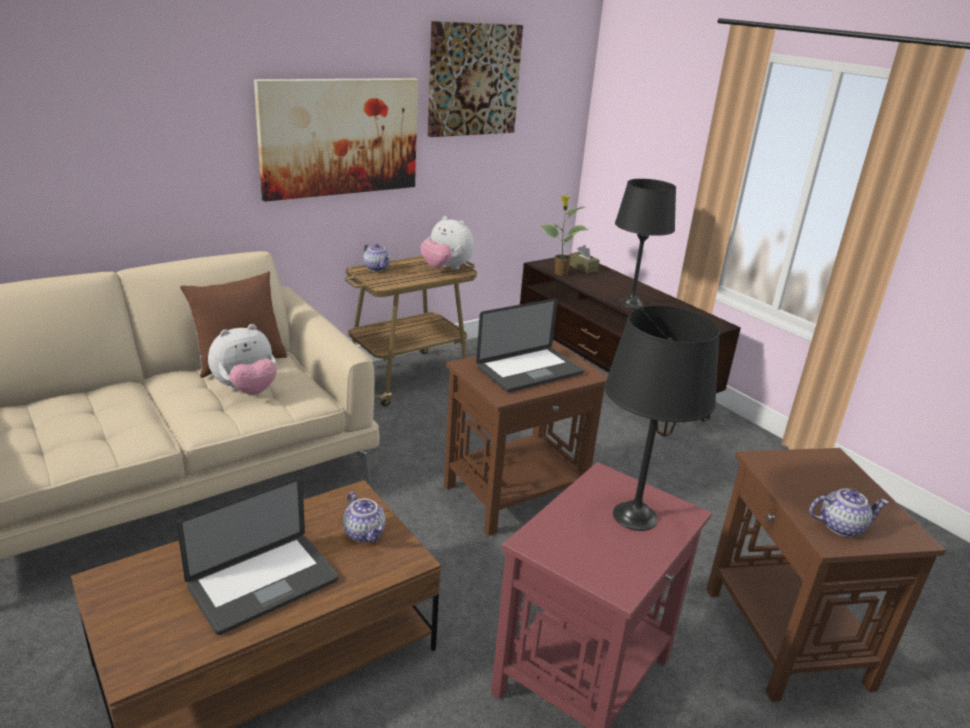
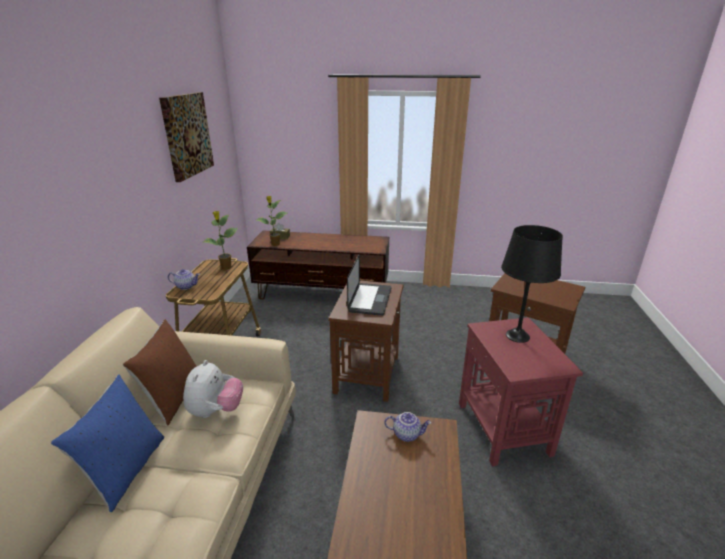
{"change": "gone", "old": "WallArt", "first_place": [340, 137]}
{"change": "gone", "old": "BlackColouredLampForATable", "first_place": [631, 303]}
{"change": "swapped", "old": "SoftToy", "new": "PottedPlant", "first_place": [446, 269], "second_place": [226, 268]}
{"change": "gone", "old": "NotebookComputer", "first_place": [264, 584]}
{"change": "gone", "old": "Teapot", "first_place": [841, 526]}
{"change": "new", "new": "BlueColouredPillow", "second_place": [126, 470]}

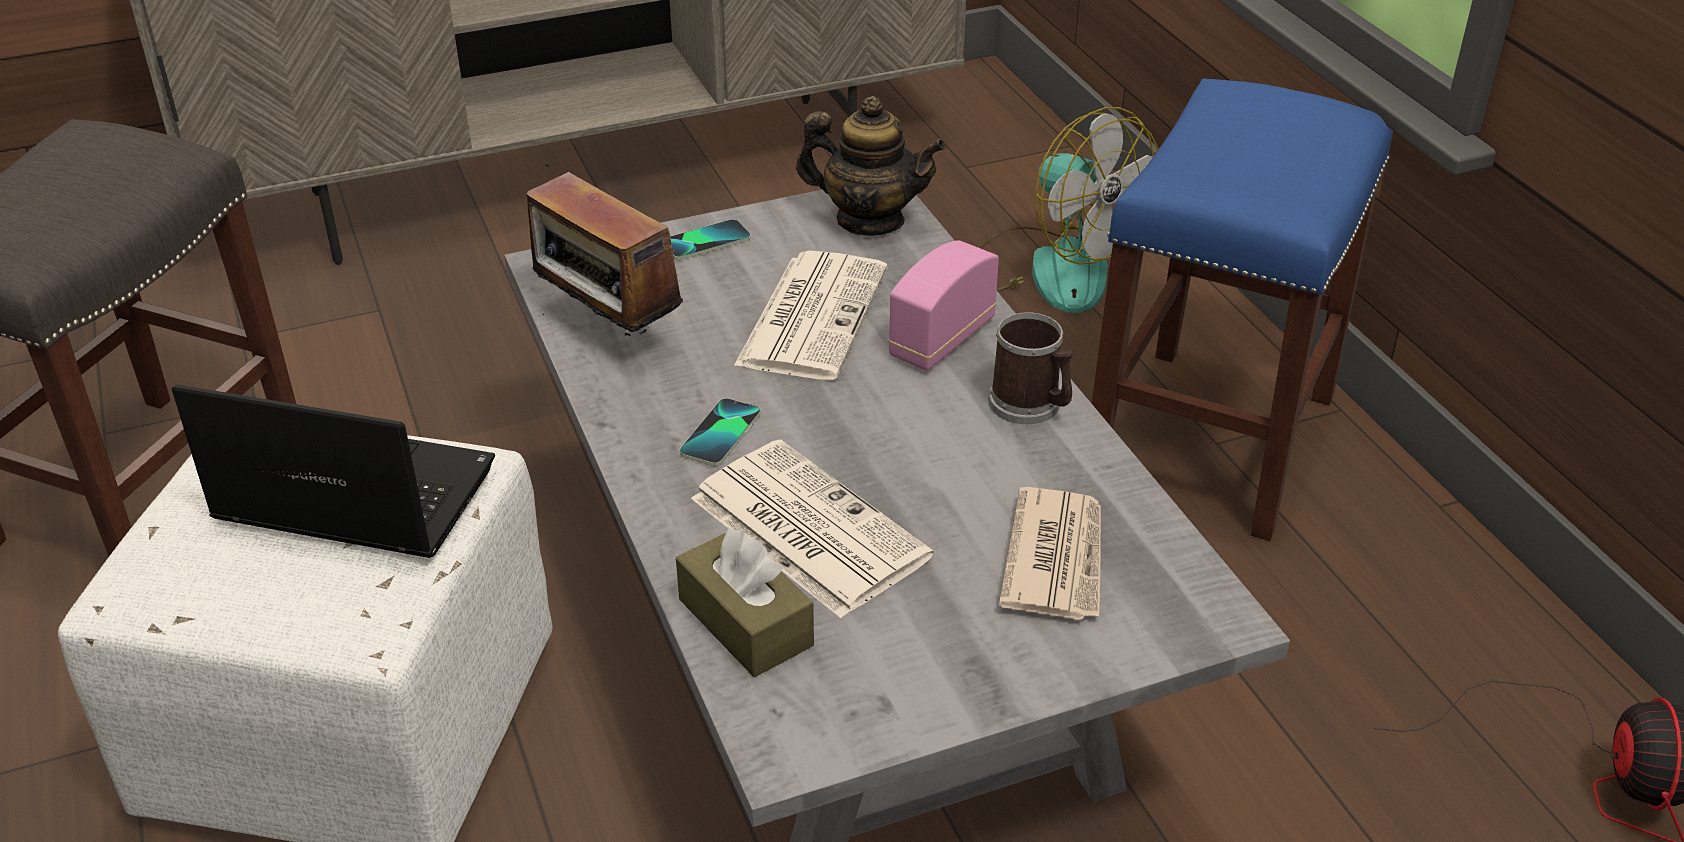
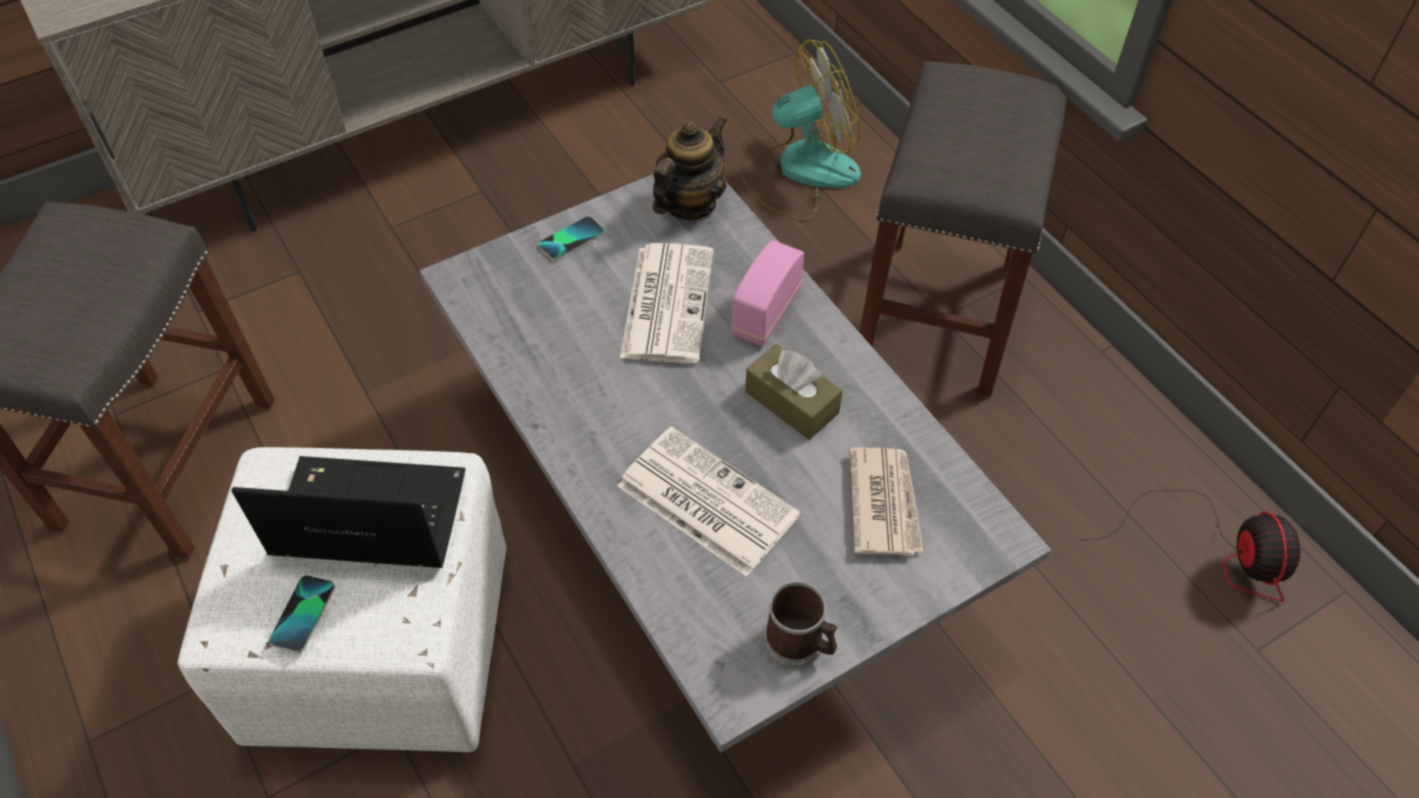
{"change": "repainted", "old": "BlueColouredSittingStool", "new": "GraySittingStool", "first_place": [1210, 437], "second_place": [936, 312]}
{"change": "rotated", "old": "Teapot", "first_place": [869, 220], "second_place": [689, 203], "degrees": -60}
{"change": "rotated", "old": "Fan", "first_place": [1051, 268], "second_place": [800, 172], "degrees": -60}
{"change": "gone", "old": "RadioSet", "first_place": [608, 330]}
{"change": "shifted", "old": "Mug", "first_place": [1031, 405], "second_place": [799, 643]}
{"change": "shifted", "old": "Handset", "first_place": [721, 434], "second_place": [303, 614]}
{"change": "shifted", "old": "BrownTissueHolder", "first_place": [745, 622], "second_place": [791, 402]}

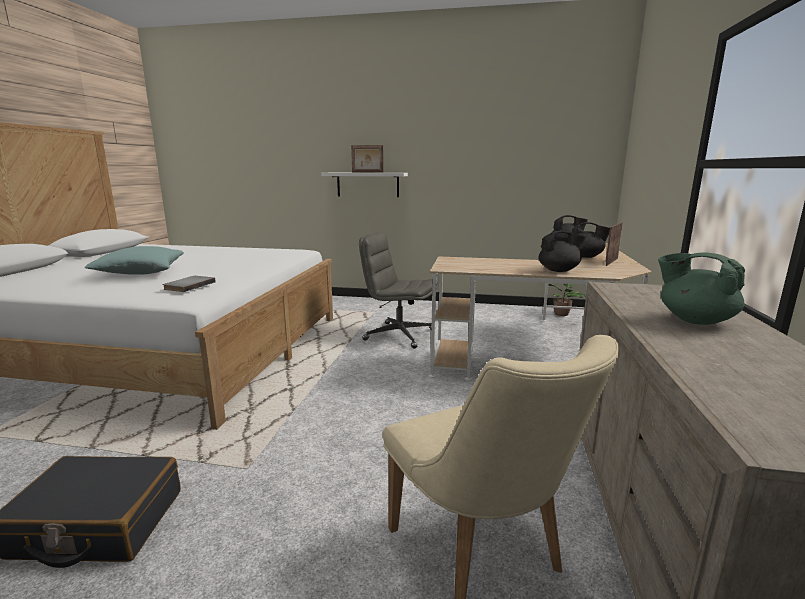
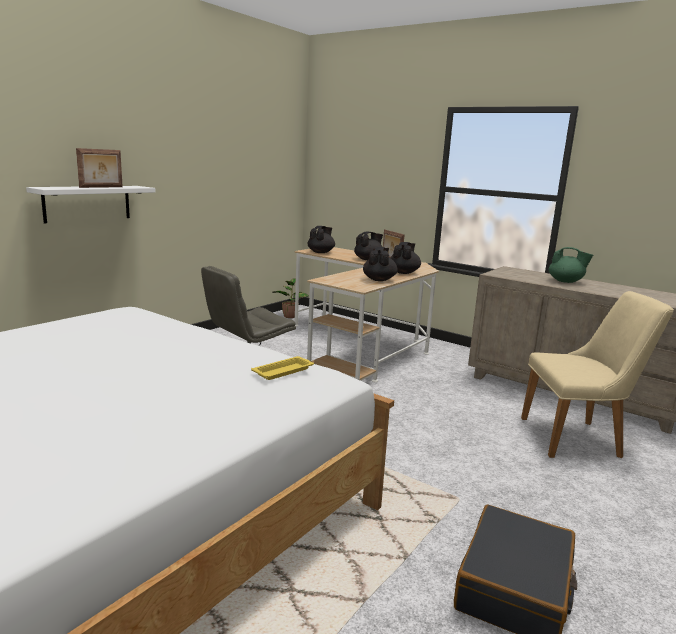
{"change": "gone", "old": "TurquoisePillow", "first_place": [140, 273]}
{"change": "rotated", "old": "GreenColouredTeapot", "first_place": [694, 320], "second_place": [566, 281], "degrees": -135}
{"change": "swapped", "old": "GrayBook", "new": "YellowTray", "first_place": [188, 285], "second_place": [284, 371]}
{"change": "new", "new": "BlackColouredTeapot", "second_place": [379, 279]}

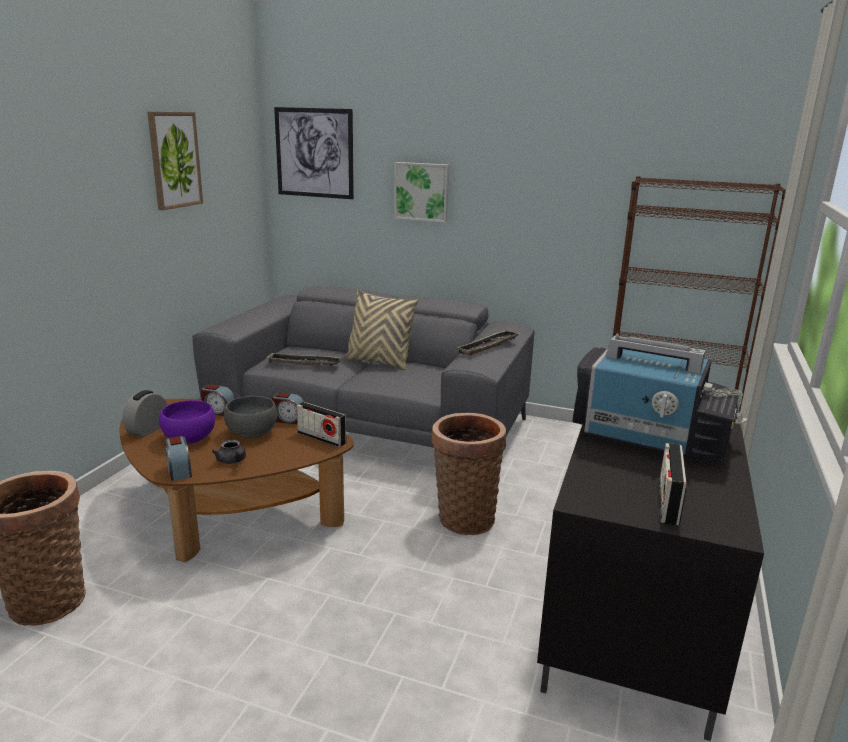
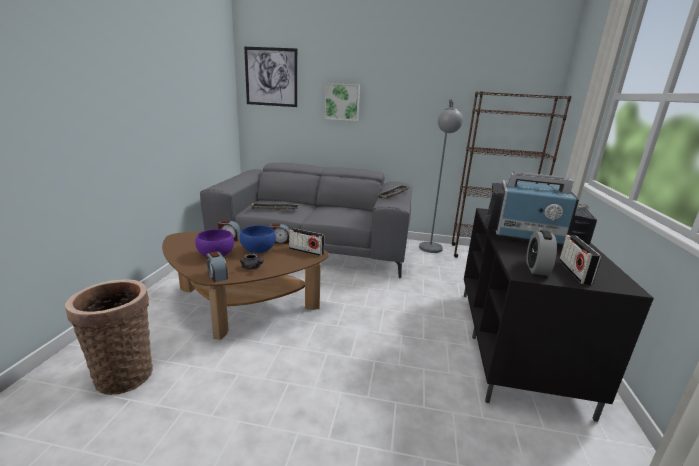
{"change": "gone", "old": "WallArt", "first_place": [174, 160]}
{"change": "gone", "old": "BeigePillow", "first_place": [379, 362]}
{"change": "shifted", "old": "BedsideClock", "first_place": [147, 430], "second_place": [536, 269]}
{"change": "repainted", "old": "GrayBowl", "new": "BlueColouredBowl", "first_place": [251, 432], "second_place": [258, 250]}
{"change": "gone", "old": "Basket", "first_place": [464, 517]}
{"change": "new", "new": "GrayStandardLamp", "second_place": [431, 251]}

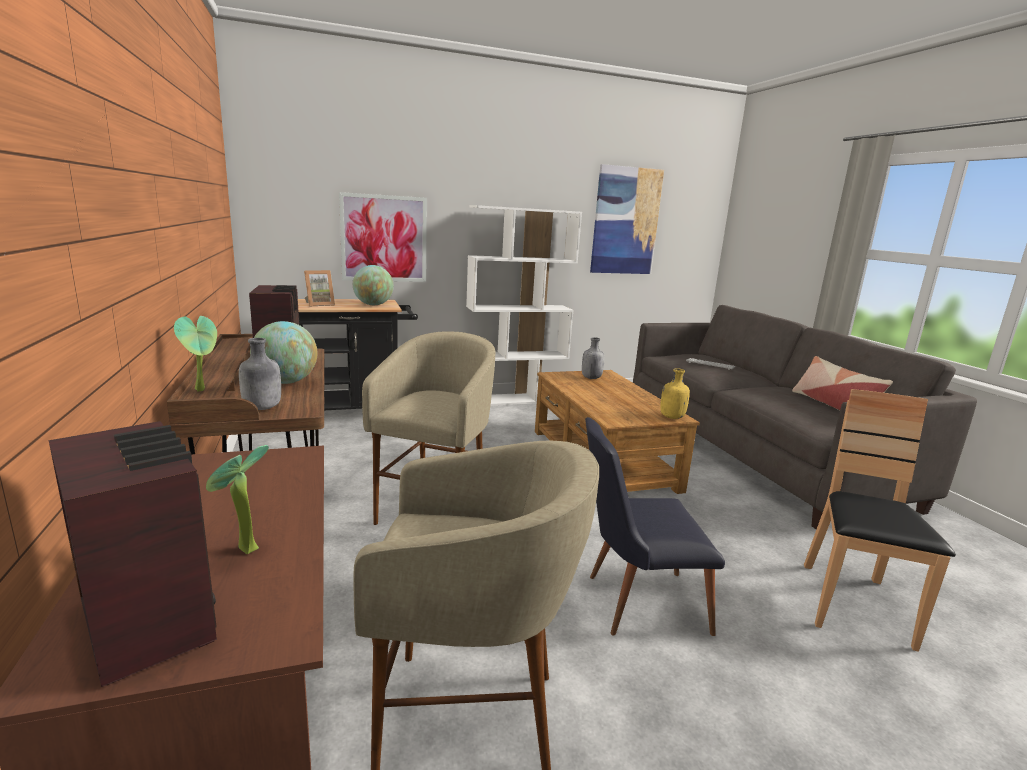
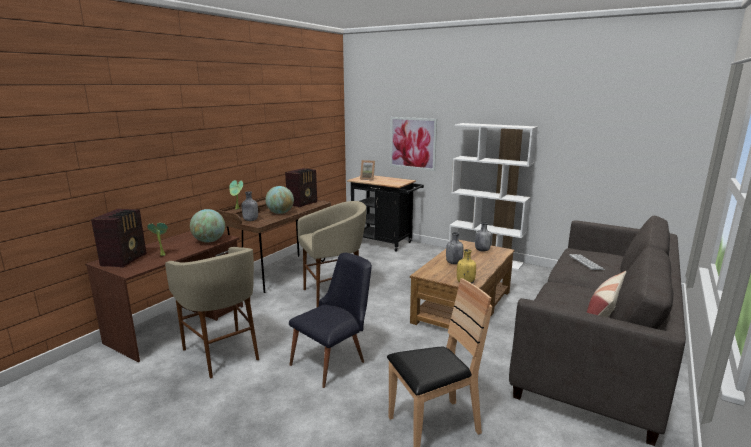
{"change": "gone", "old": "WallArt", "first_place": [625, 221]}
{"change": "shifted", "old": "Globe", "first_place": [373, 305], "second_place": [209, 241]}
{"change": "rotated", "old": "BlackColouredPlainChair", "first_place": [634, 601], "second_place": [334, 361], "degrees": 90}
{"change": "new", "new": "GrayDrinkBottle", "second_place": [453, 263]}

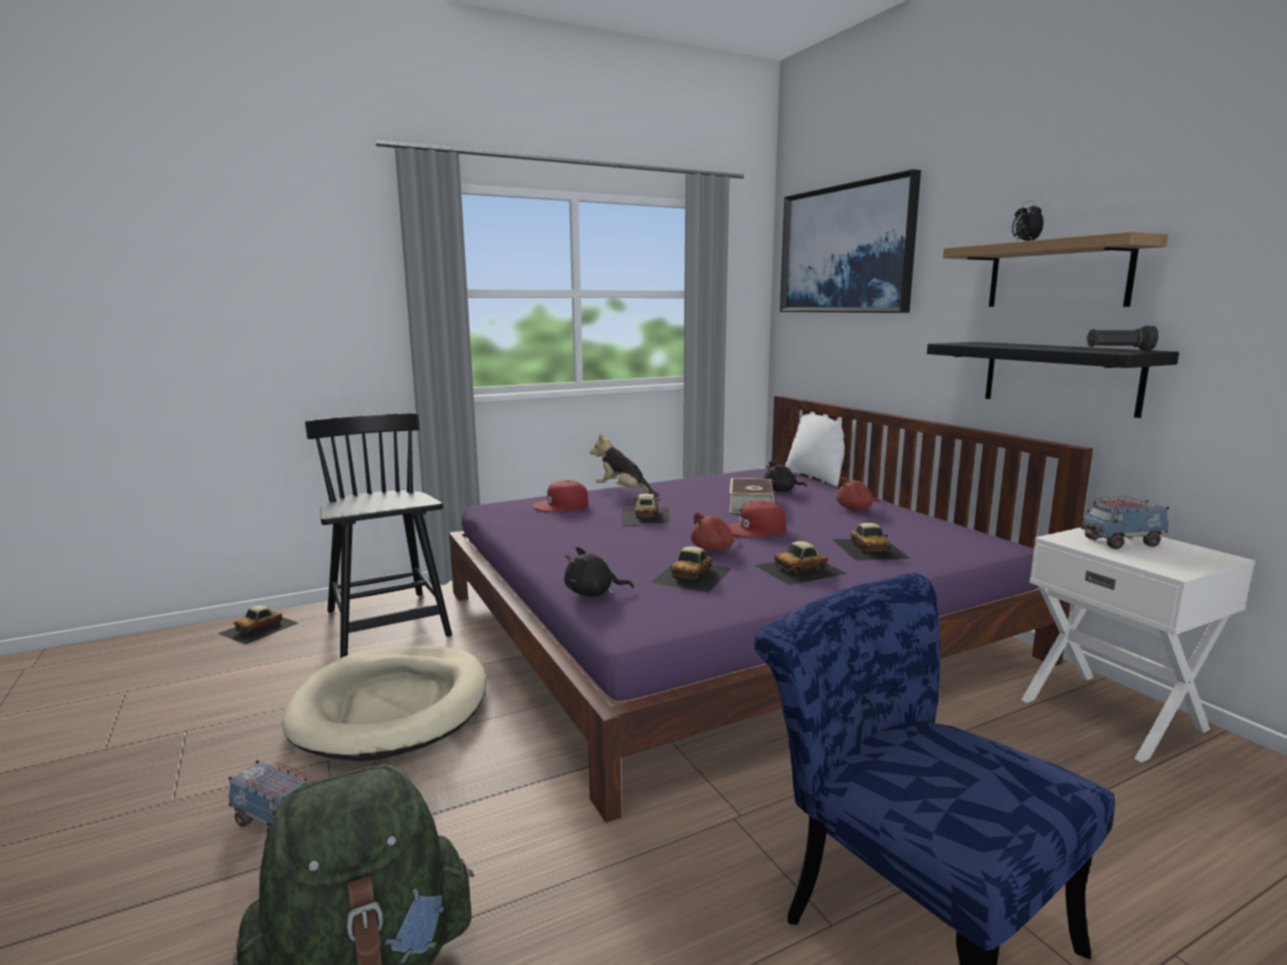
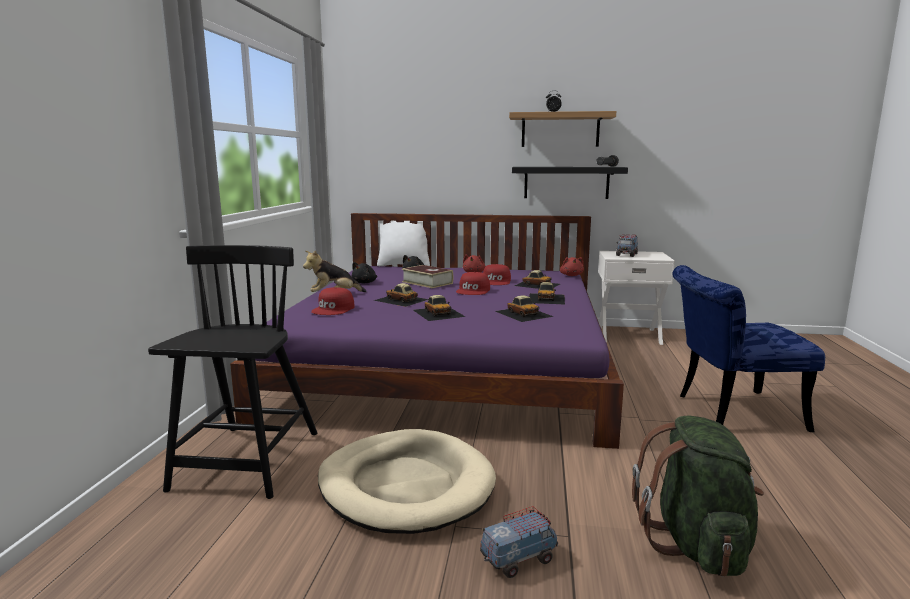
{"change": "gone", "old": "WallArt", "first_place": [845, 249]}
{"change": "rotated", "old": "BlackColouredPlainChair", "first_place": [387, 625], "second_place": [247, 462], "degrees": 90}
{"change": "shifted", "old": "ReddishSoftToy", "first_place": [714, 549], "second_place": [571, 275]}
{"change": "shifted", "old": "BlackColouredSoftToy", "first_place": [593, 593], "second_place": [365, 282]}
{"change": "shifted", "old": "MiniatureCar", "first_place": [259, 628], "second_place": [438, 313]}
{"change": "new", "new": "ReddishBaseballCap", "second_place": [496, 281]}

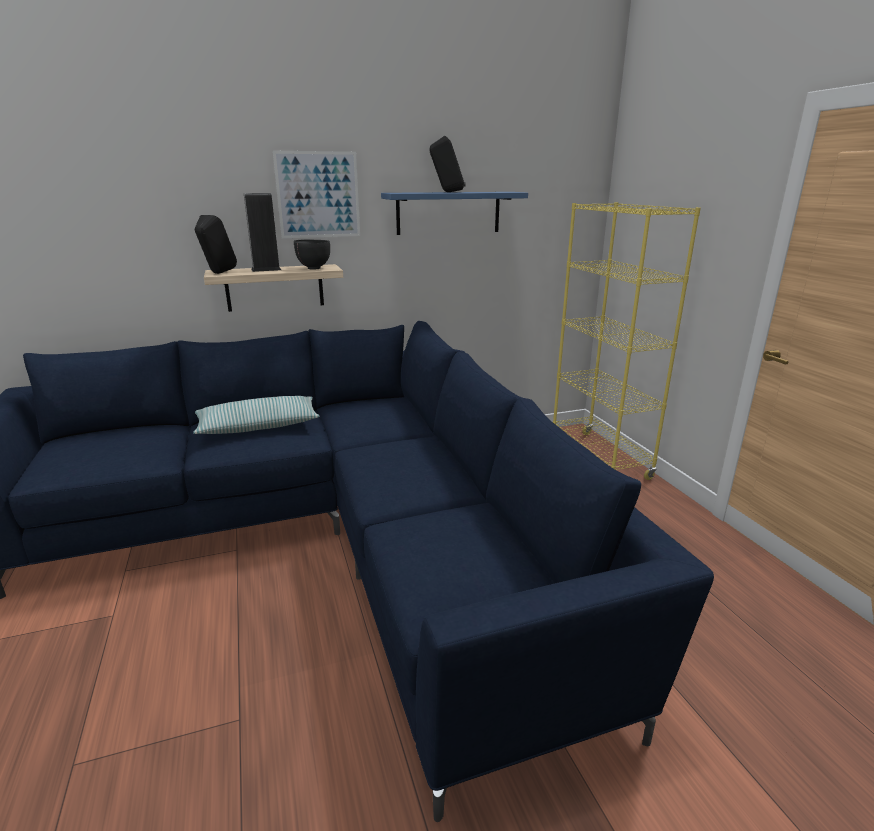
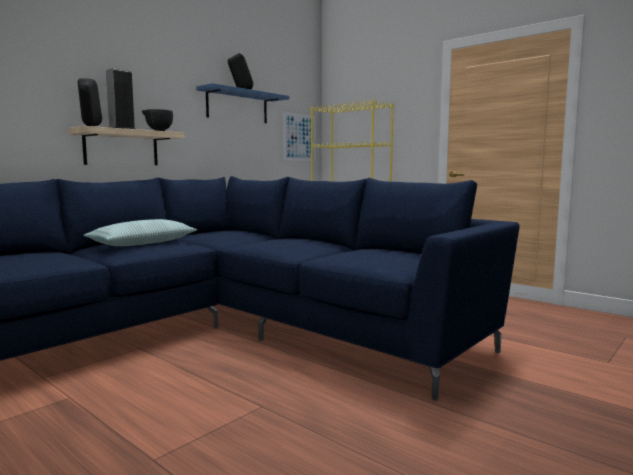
{"change": "shifted", "old": "WallArt", "first_place": [318, 195], "second_place": [299, 137]}

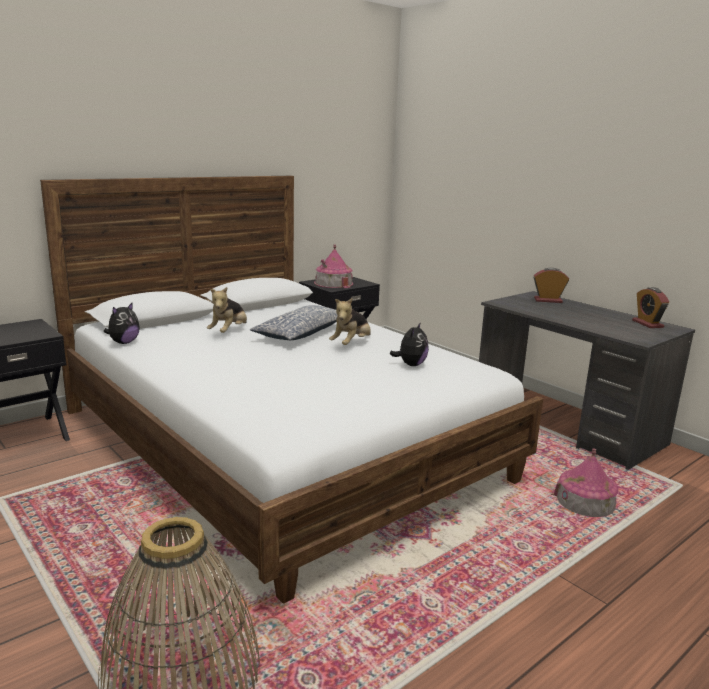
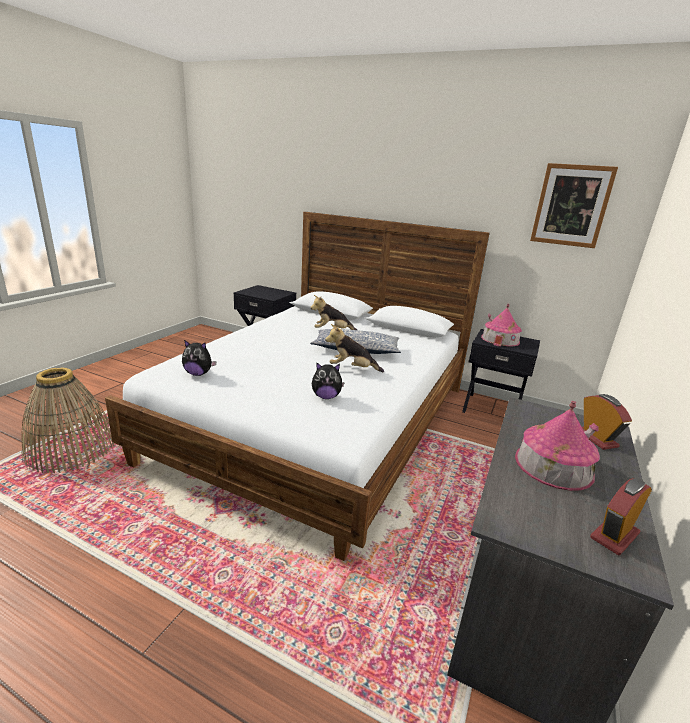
{"change": "shifted", "old": "SoftToy", "first_place": [124, 342], "second_place": [198, 374]}
{"change": "shifted", "old": "MiniatureHouse", "first_place": [585, 502], "second_place": [553, 465]}
{"change": "new", "new": "WallArt", "second_place": [571, 206]}

